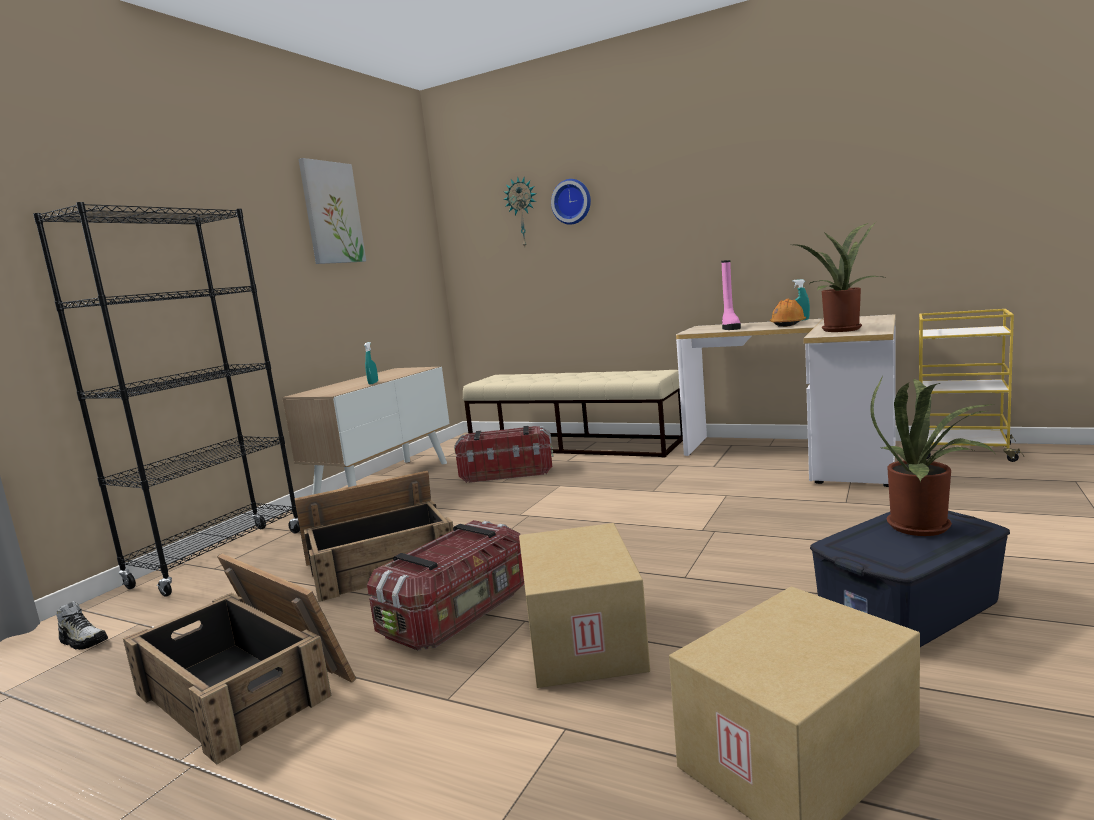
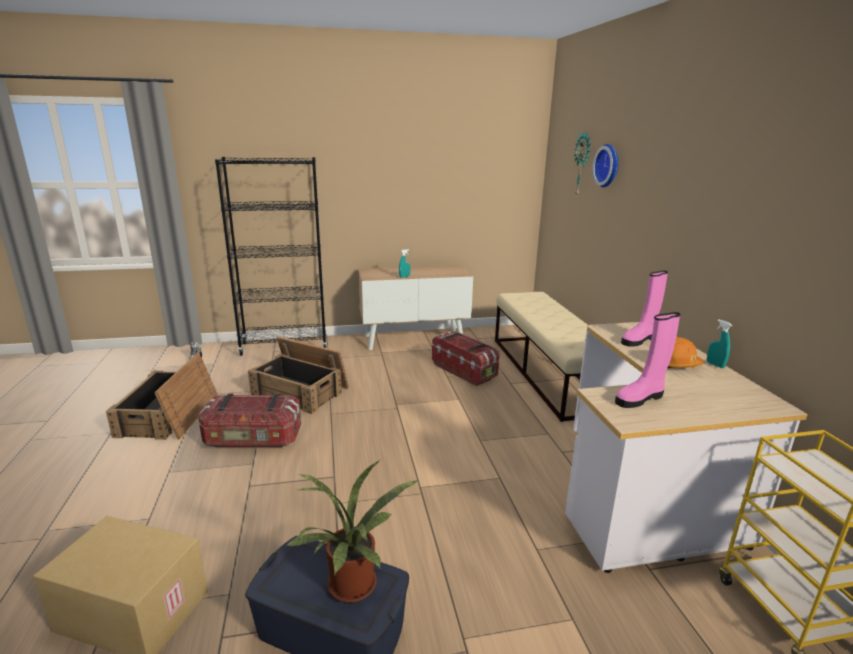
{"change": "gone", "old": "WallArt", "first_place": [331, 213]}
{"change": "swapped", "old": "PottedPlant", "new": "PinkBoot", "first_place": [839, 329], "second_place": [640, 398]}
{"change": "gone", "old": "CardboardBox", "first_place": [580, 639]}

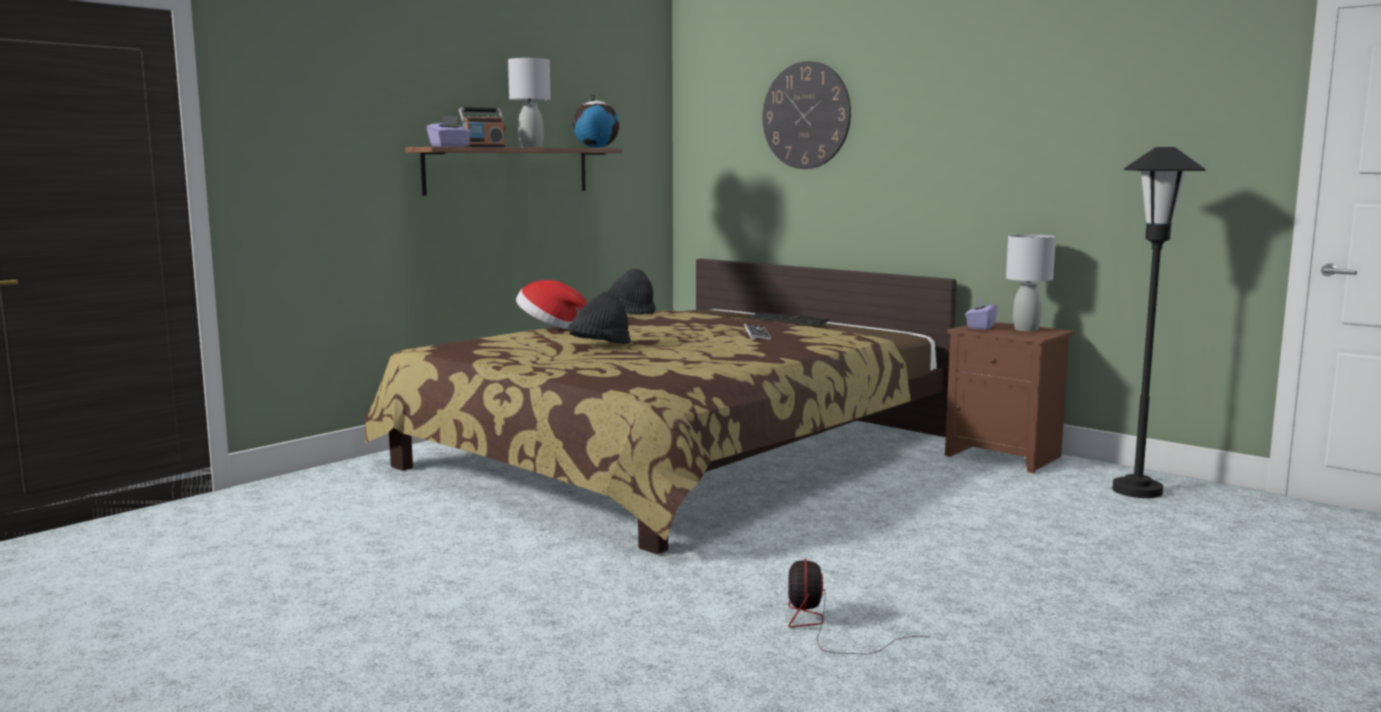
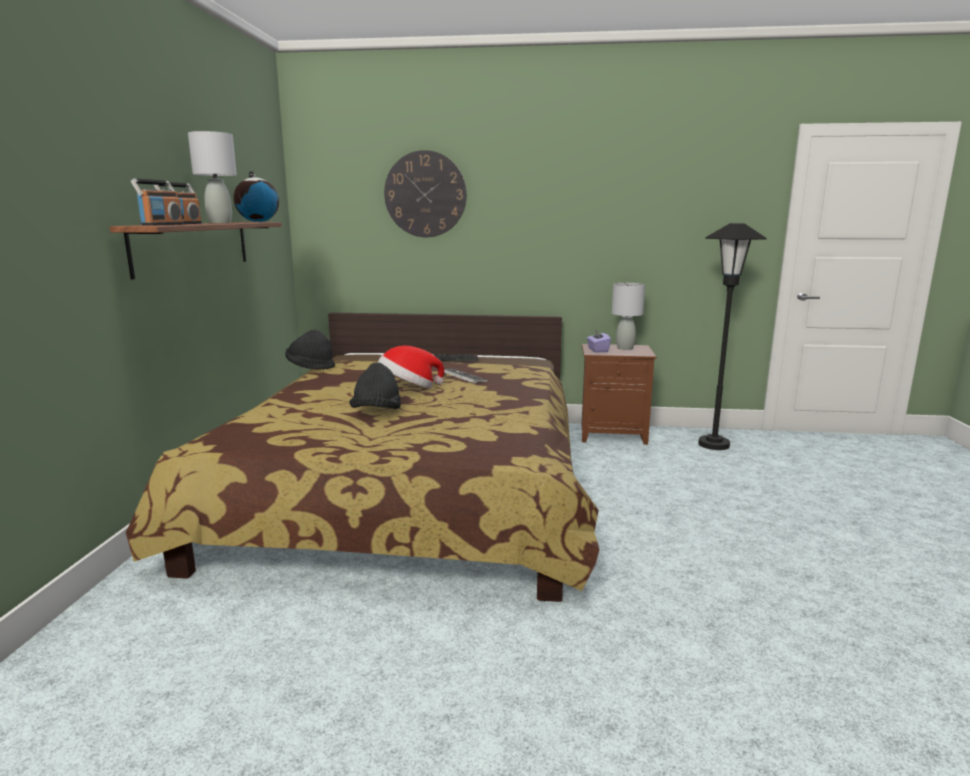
{"change": "swapped", "old": "PurpleTissueHolder", "new": "RadioSet", "first_place": [449, 146], "second_place": [162, 225]}
{"change": "shifted", "old": "WearableHat", "first_place": [550, 327], "second_place": [409, 388]}
{"change": "gone", "old": "Fan", "first_place": [825, 628]}

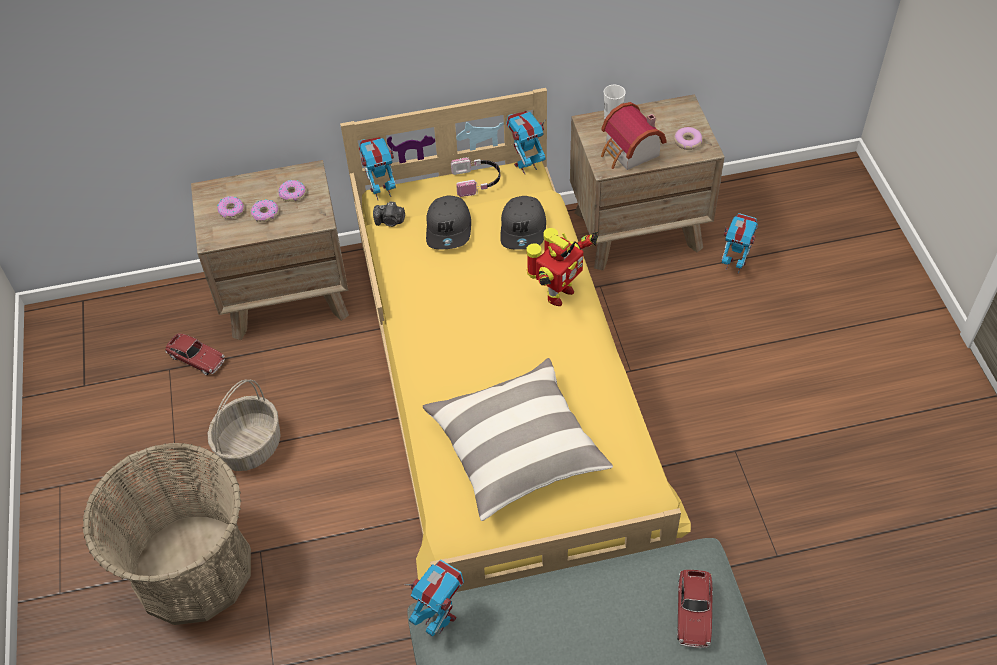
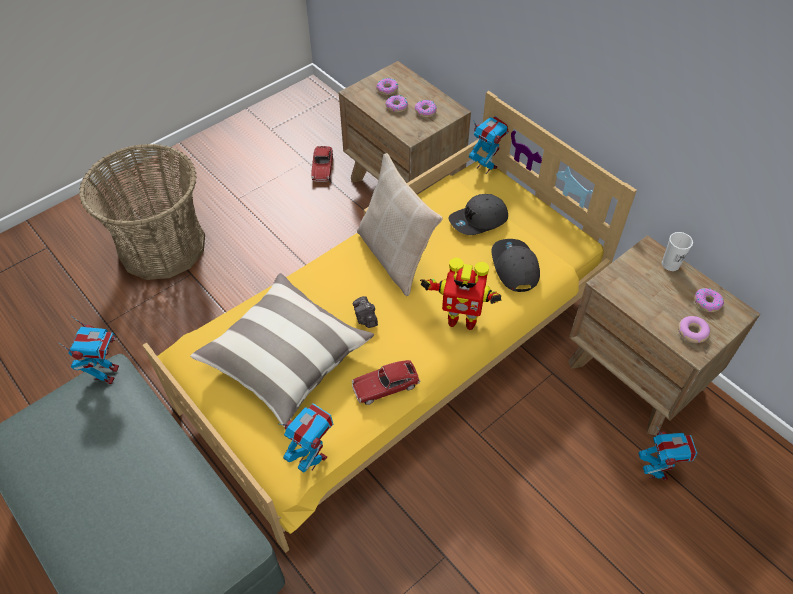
{"change": "gone", "old": "MiniatureHouse", "first_place": [630, 153]}
{"change": "shifted", "old": "ModelRobot", "first_place": [526, 166], "second_place": [312, 458]}
{"change": "gone", "old": "PairOfHeadphones", "first_place": [477, 181]}
{"change": "rotated", "old": "GrayBaseballCap", "first_place": [524, 229], "second_place": [514, 267], "degrees": 105}
{"change": "shifted", "old": "PhotoCamera", "first_place": [390, 221], "second_place": [365, 318]}
{"change": "gone", "old": "Basket", "first_place": [250, 445]}
{"change": "shifted", "old": "MiniatureCar", "first_place": [693, 612], "second_place": [385, 386]}
{"change": "new", "new": "BeigePillow", "second_place": [395, 257]}
{"change": "new", "new": "RingDoughnut", "second_place": [707, 302]}

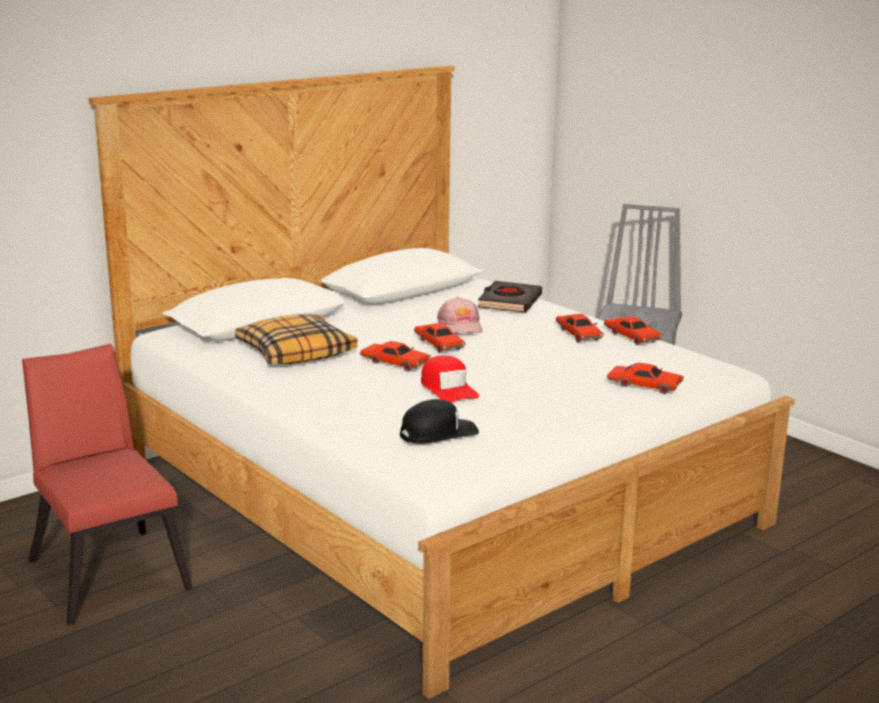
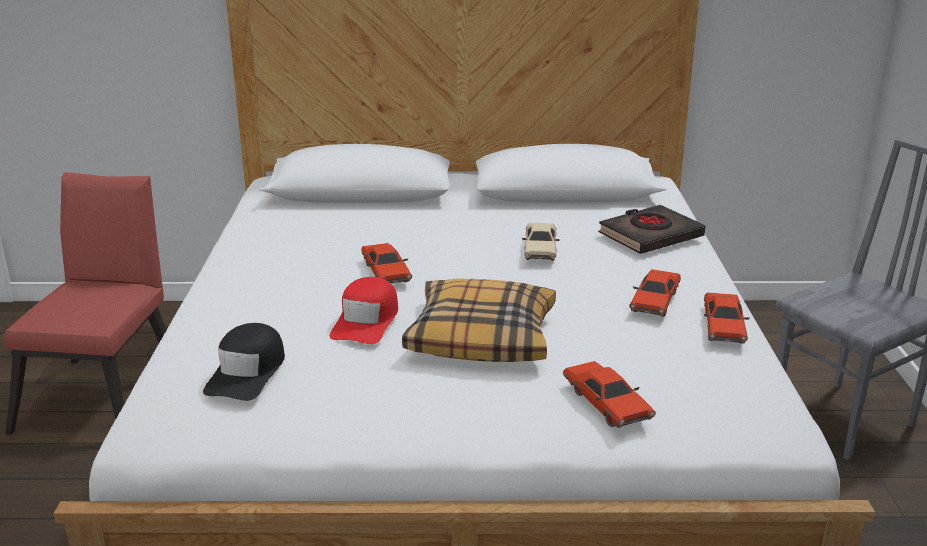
{"change": "swapped", "old": "PinkBaseballCap", "new": "BeigeMiniatureCar", "first_place": [461, 326], "second_place": [540, 249]}
{"change": "shifted", "old": "Pillow", "first_place": [296, 352], "second_place": [482, 337]}
{"change": "gone", "old": "ReddishMiniatureCar", "first_place": [438, 344]}
{"change": "rotated", "old": "BlackColouredBaseballCap", "first_place": [438, 432], "second_place": [247, 373], "degrees": 90}

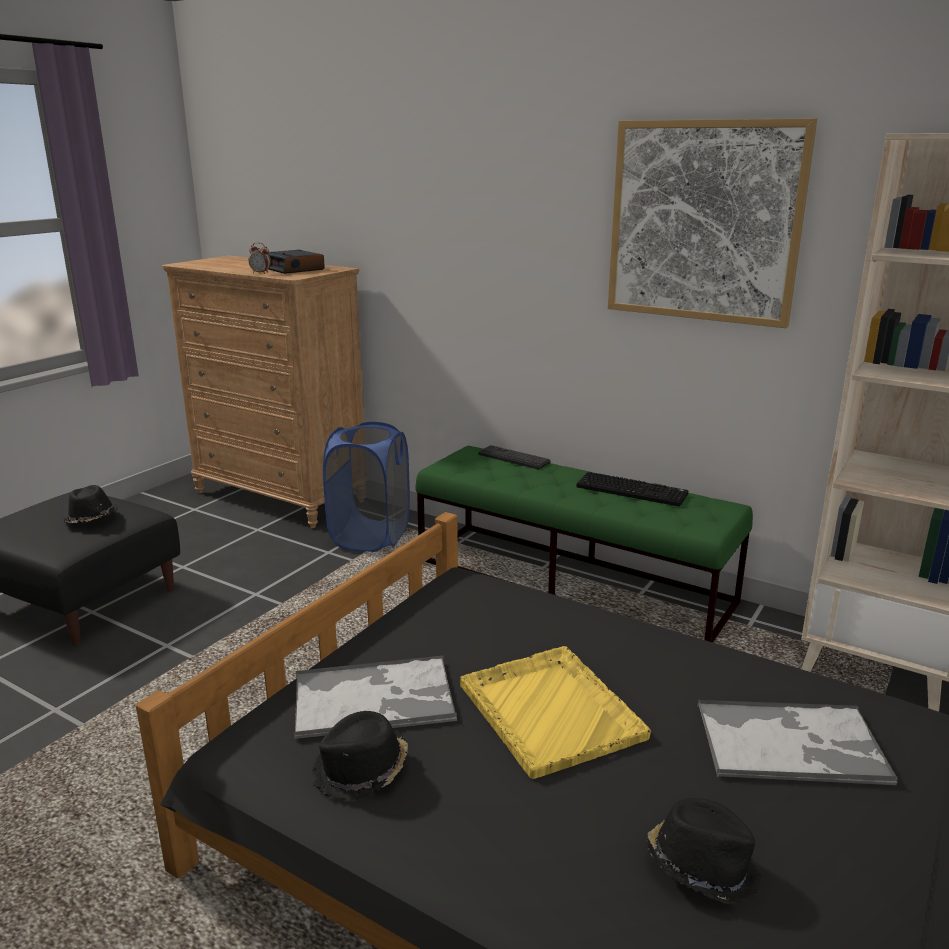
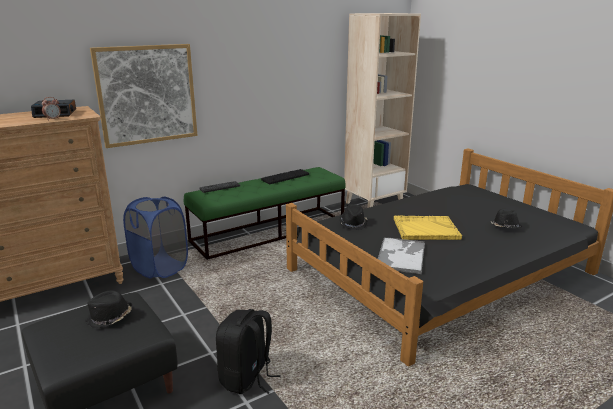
{"change": "shifted", "old": "WallArt", "first_place": [704, 222], "second_place": [147, 94]}
{"change": "gone", "old": "Tray", "first_place": [792, 743]}
{"change": "shifted", "old": "BlackColouredWearableHat", "first_place": [361, 771], "second_place": [353, 224]}
{"change": "new", "new": "BlackColouredKnapsack", "second_place": [247, 378]}

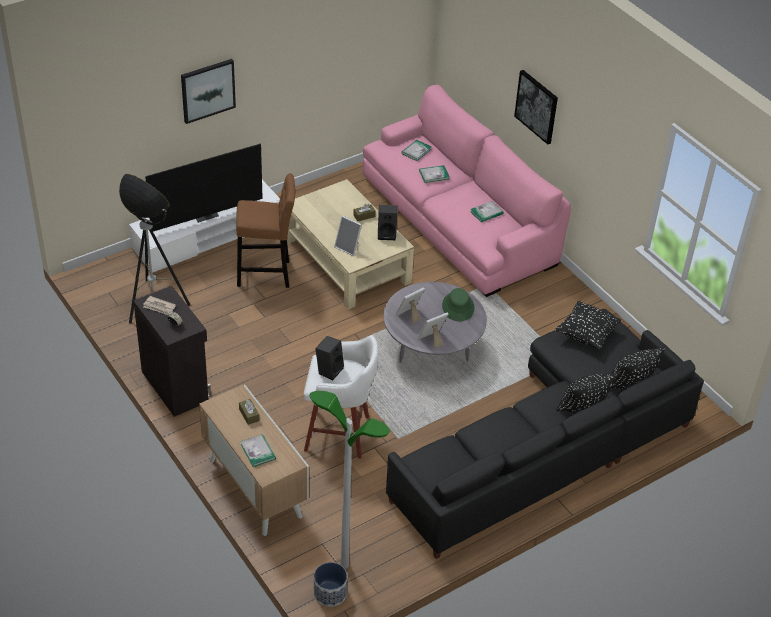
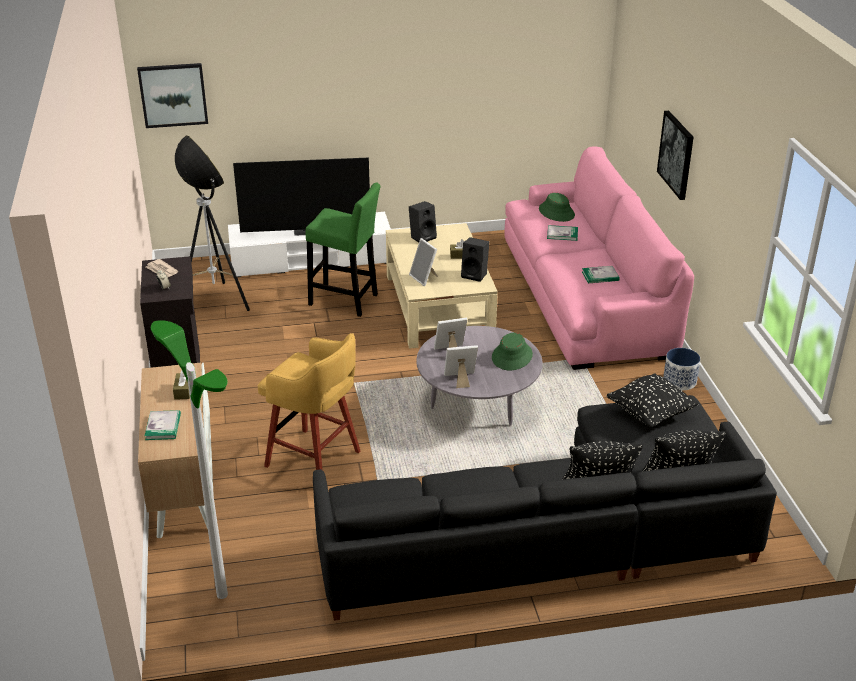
{"change": "shifted", "old": "WallArt", "first_place": [207, 90], "second_place": [173, 95]}
{"change": "swapped", "old": "Book", "new": "GreenColouredWearableHat", "first_place": [416, 151], "second_place": [556, 212]}
{"change": "repainted", "old": "BrownSittingStool", "new": "GreenColouredSittingStool", "first_place": [267, 274], "second_place": [346, 301]}
{"change": "repainted", "old": "WhiteColouredSittingStool", "new": "YellowSittingStool", "first_place": [339, 434], "second_place": [315, 460]}
{"change": "shifted", "old": "BlackColouredAudioSpeaker", "first_place": [329, 370], "second_place": [422, 237]}
{"change": "shifted", "old": "FlowerPot", "first_place": [330, 593], "second_place": [680, 381]}

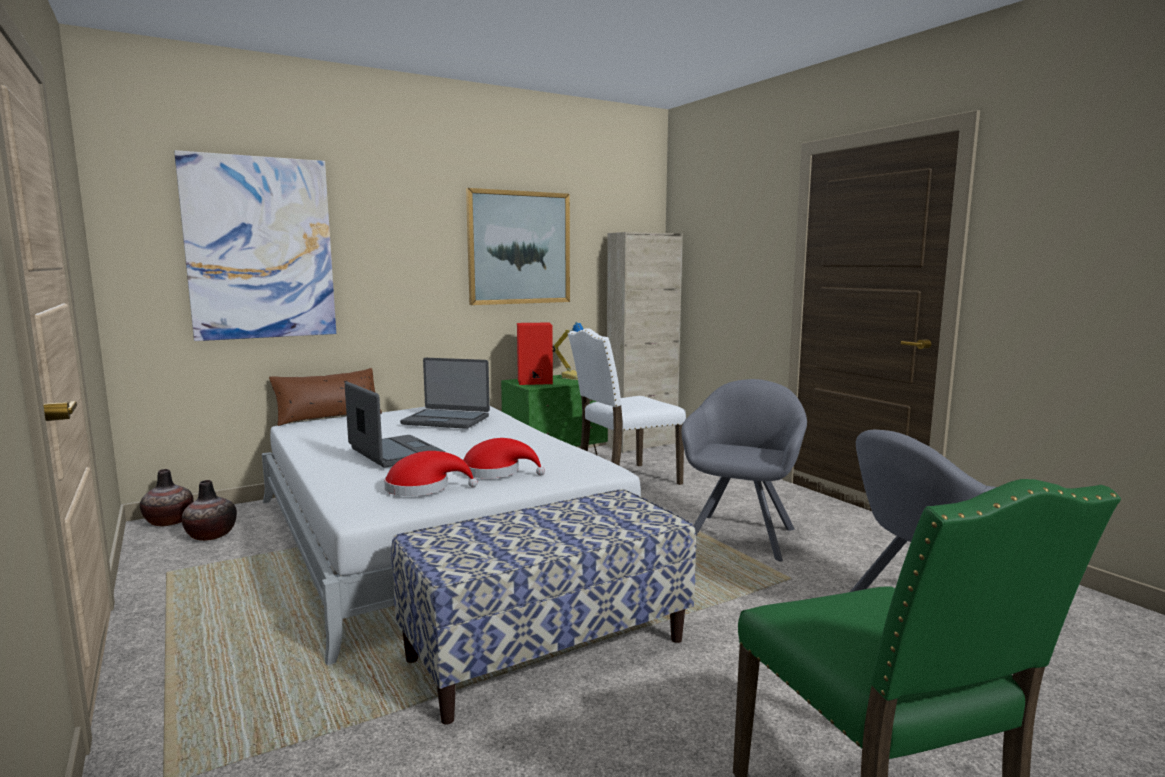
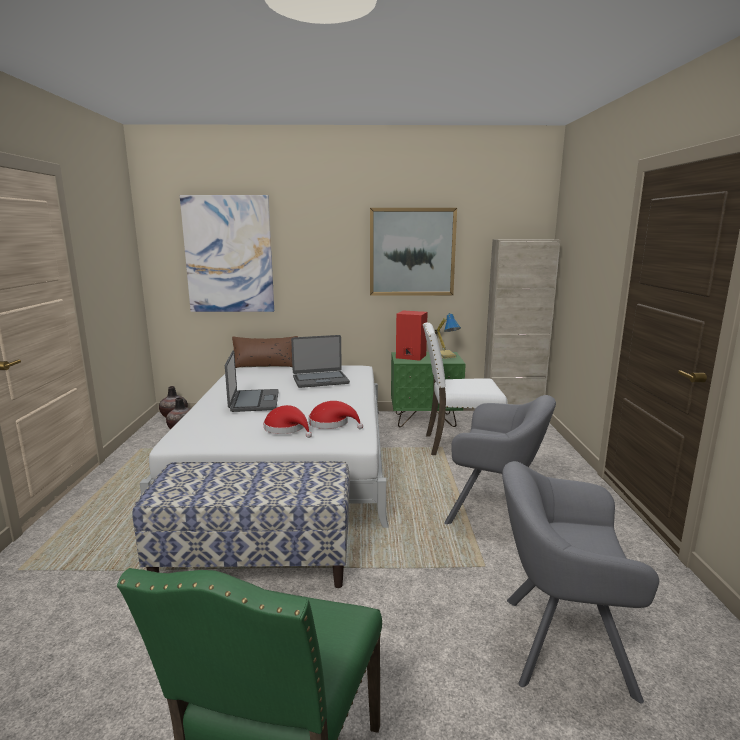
{"change": "rotated", "old": "NotebookComputer", "first_place": [446, 420], "second_place": [320, 380], "degrees": -60}
{"change": "rotated", "old": "GrayLoungeChair", "first_place": [742, 533], "second_place": [496, 514], "degrees": 60}
{"change": "shifted", "old": "ReddishWearableHat", "first_place": [423, 488], "second_place": [332, 423]}

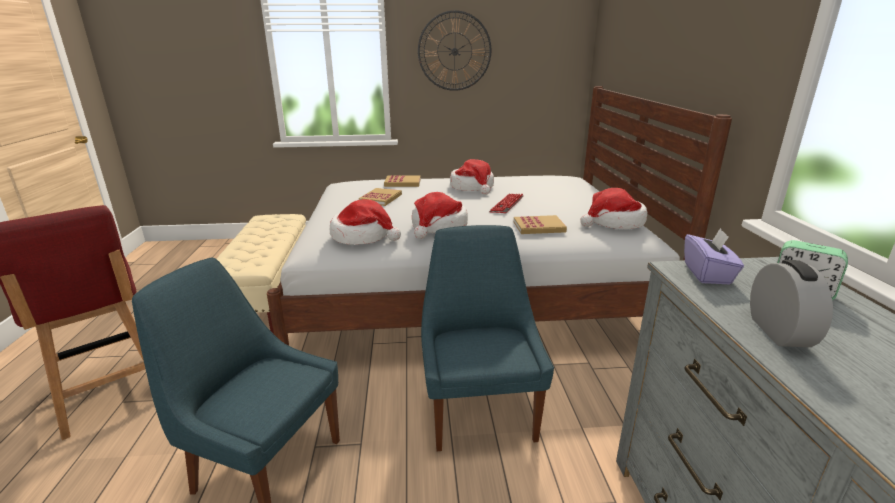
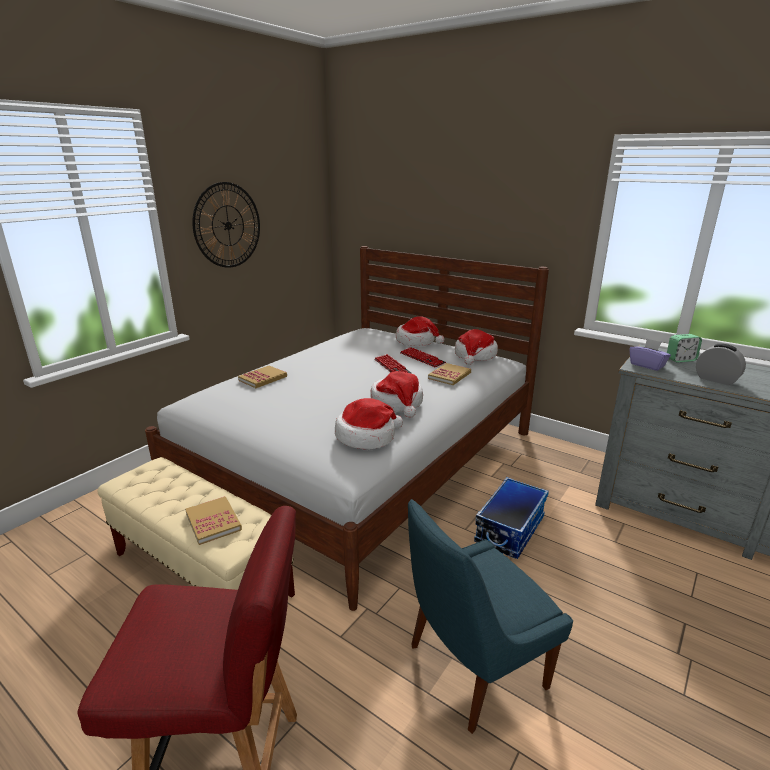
{"change": "shifted", "old": "WearableHat", "first_place": [472, 187], "second_place": [416, 341]}
{"change": "shifted", "old": "Book", "first_place": [381, 199], "second_place": [213, 522]}
{"change": "swapped", "old": "BlueColouredPlainChair", "new": "StorageBox", "first_place": [479, 411], "second_place": [509, 529]}
{"change": "new", "new": "Keyboard", "second_place": [422, 358]}

